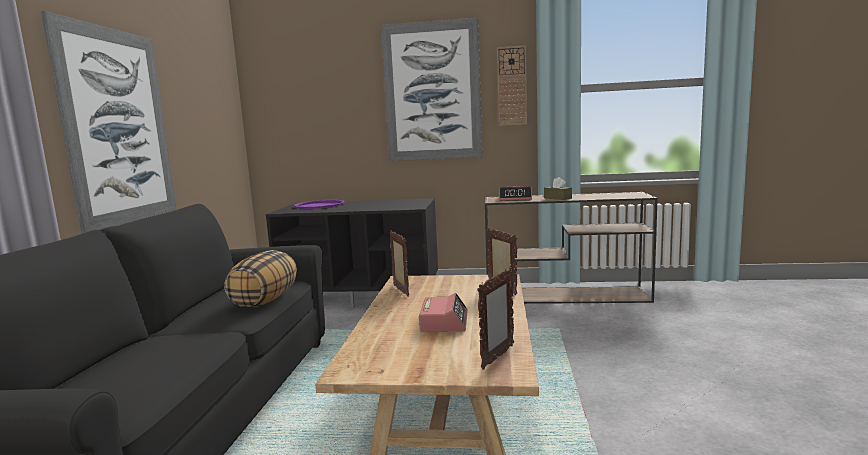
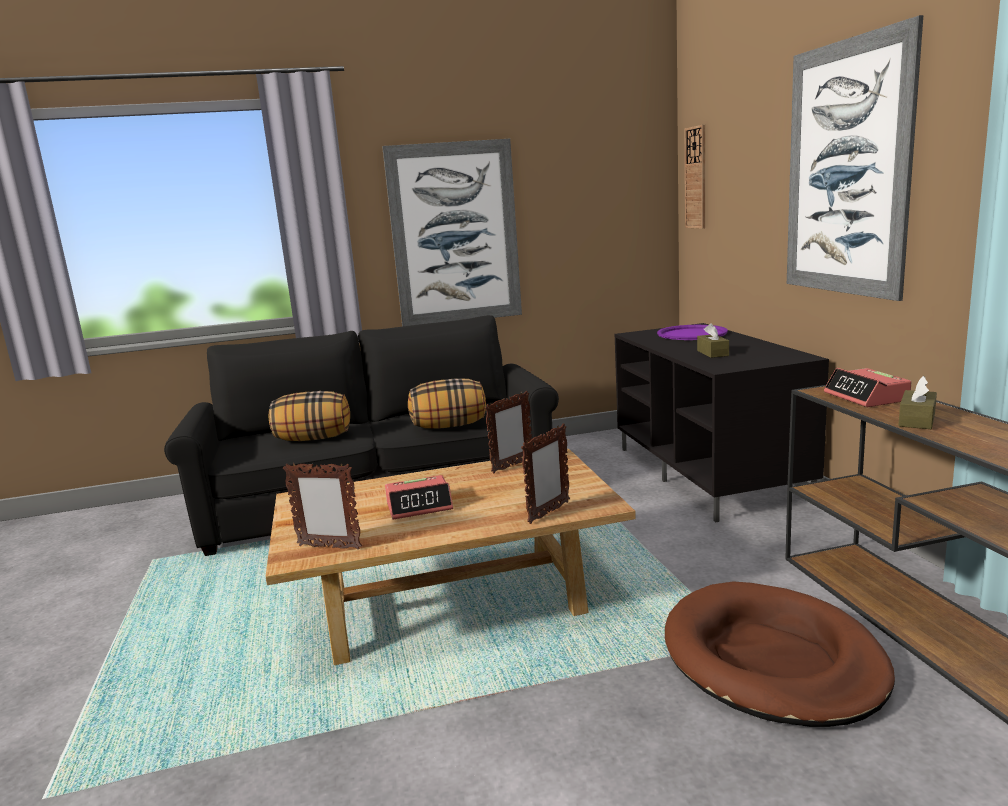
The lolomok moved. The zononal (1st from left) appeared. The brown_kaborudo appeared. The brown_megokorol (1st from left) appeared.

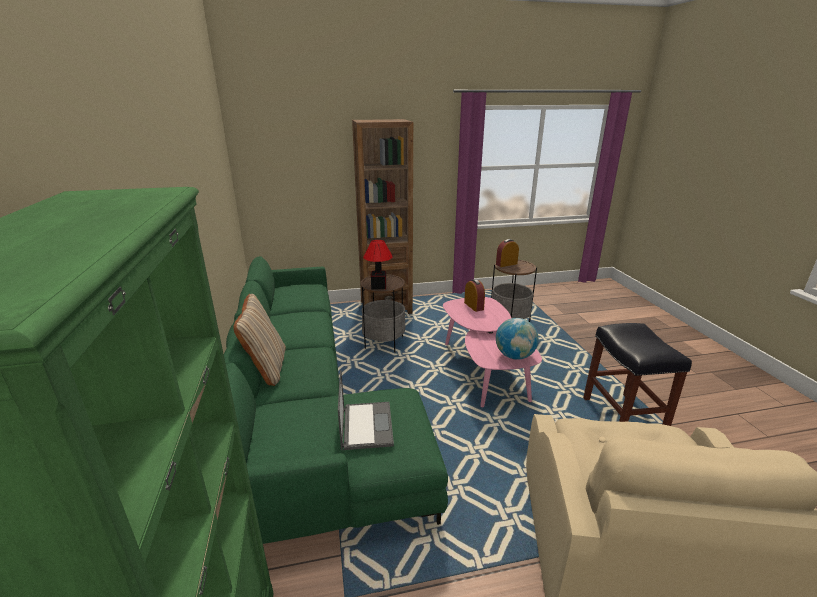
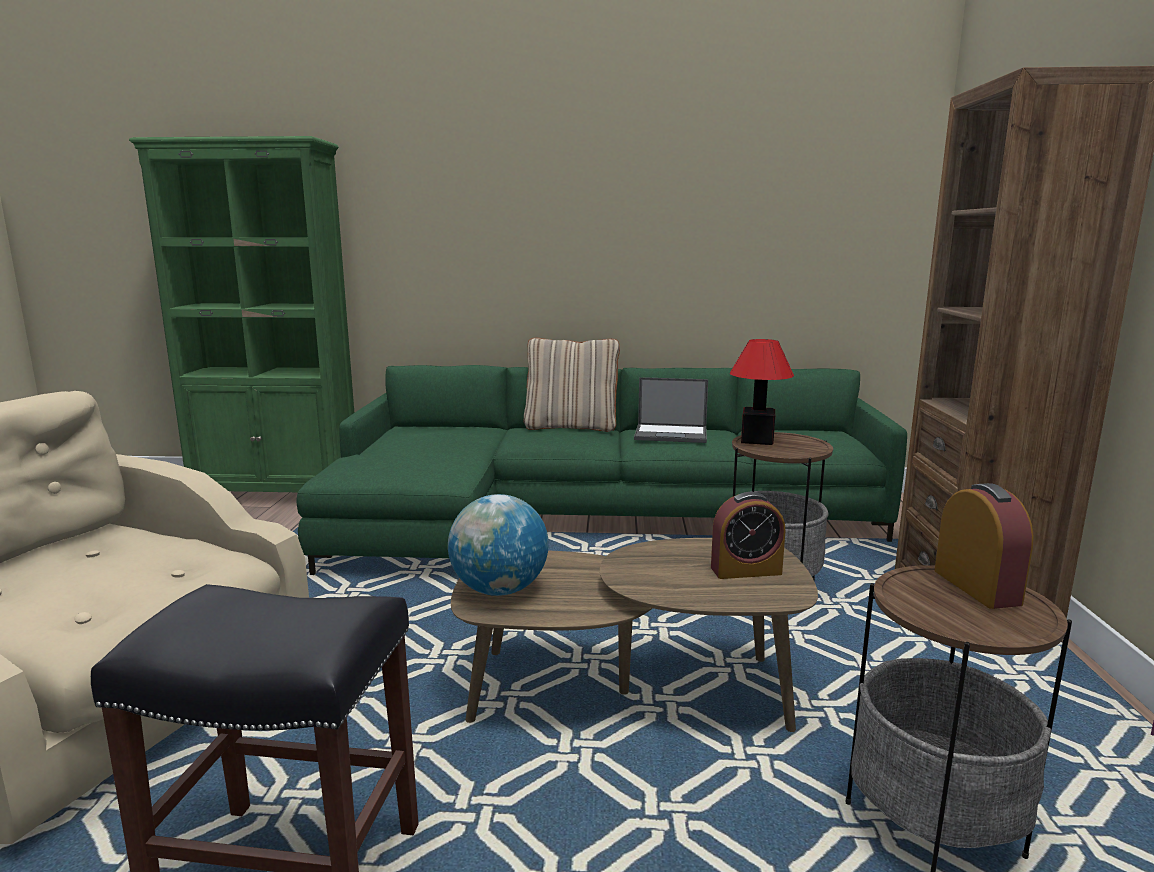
The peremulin moved. The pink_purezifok became the brown_purezifok.

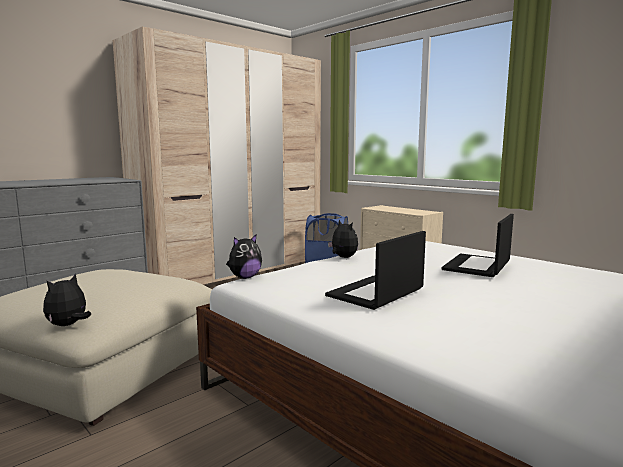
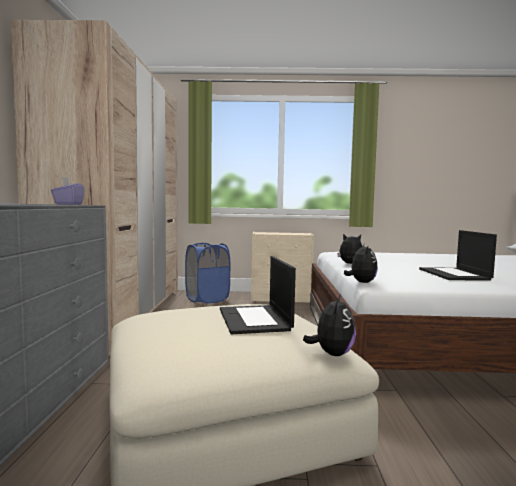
The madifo (1st from left) turned 150 degrees counterclockwise. The peremulin (2nd from left in the first image) moved. The purple_megokorol appeared.

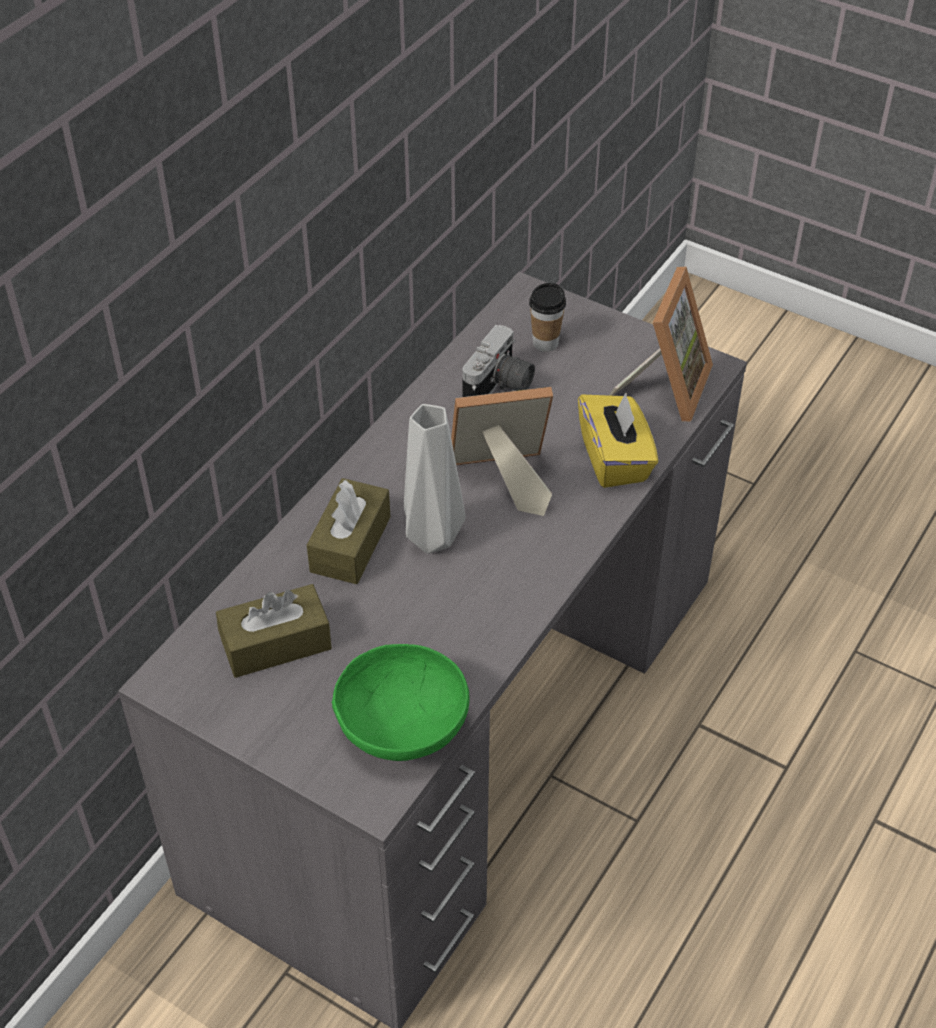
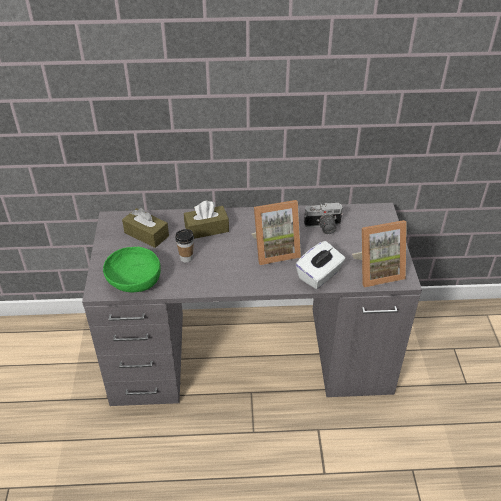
The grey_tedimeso disappeared. The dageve (1st from left) turned 120 degrees clockwise. The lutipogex moved. The yellow_megokorol became the white_megokorol.

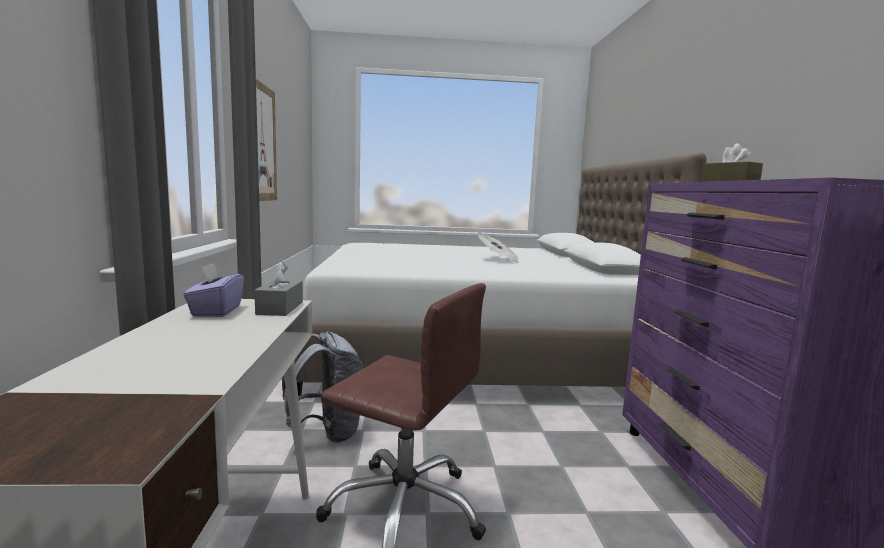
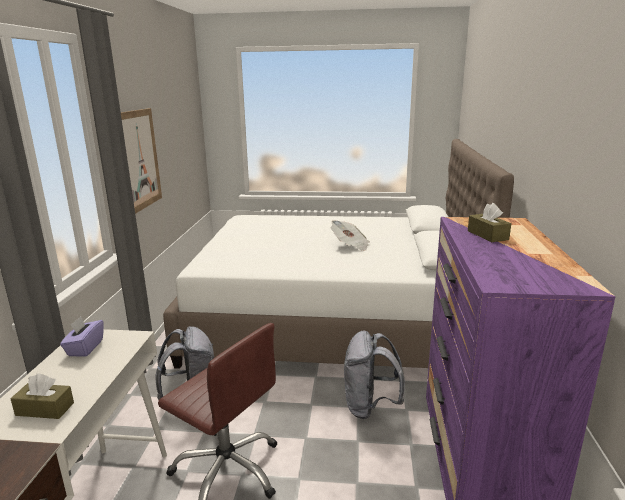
The grey_megokorol disappeared. The brown_megokorol (1st from left) appeared. The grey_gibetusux (2nd from left) appeared.

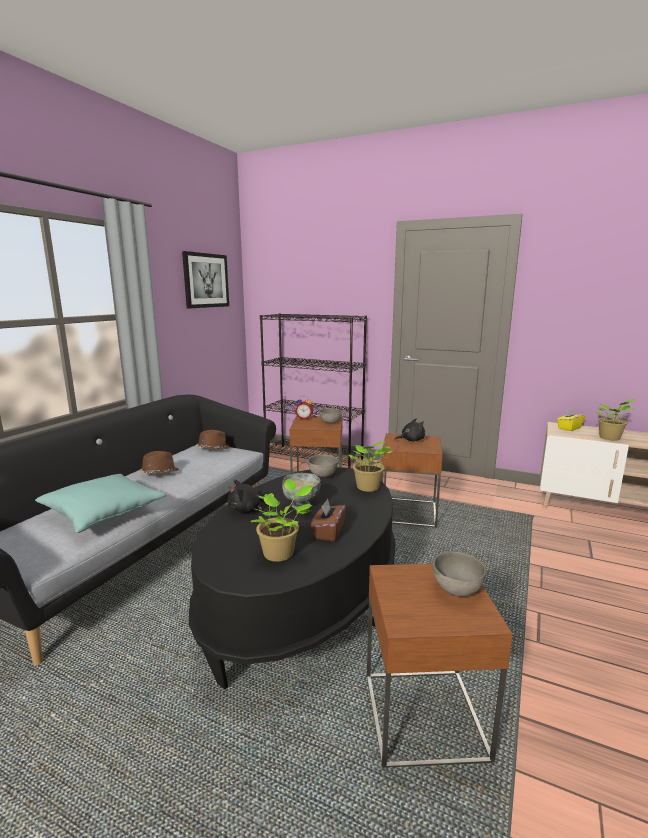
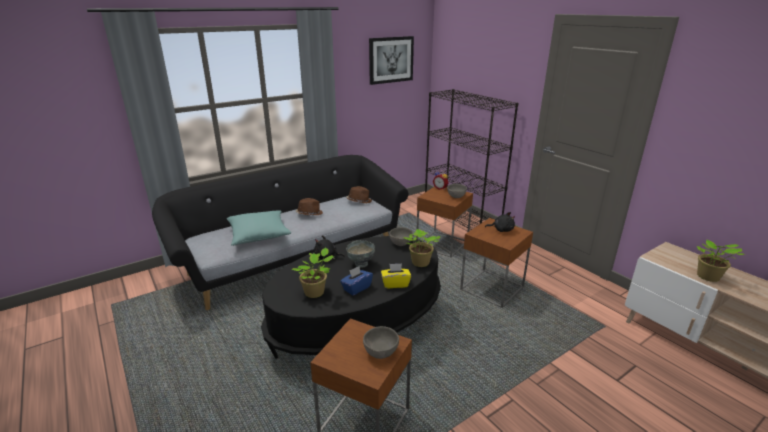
The brown_megokorol became the blue_megokorol. The yellow_megokorol moved.

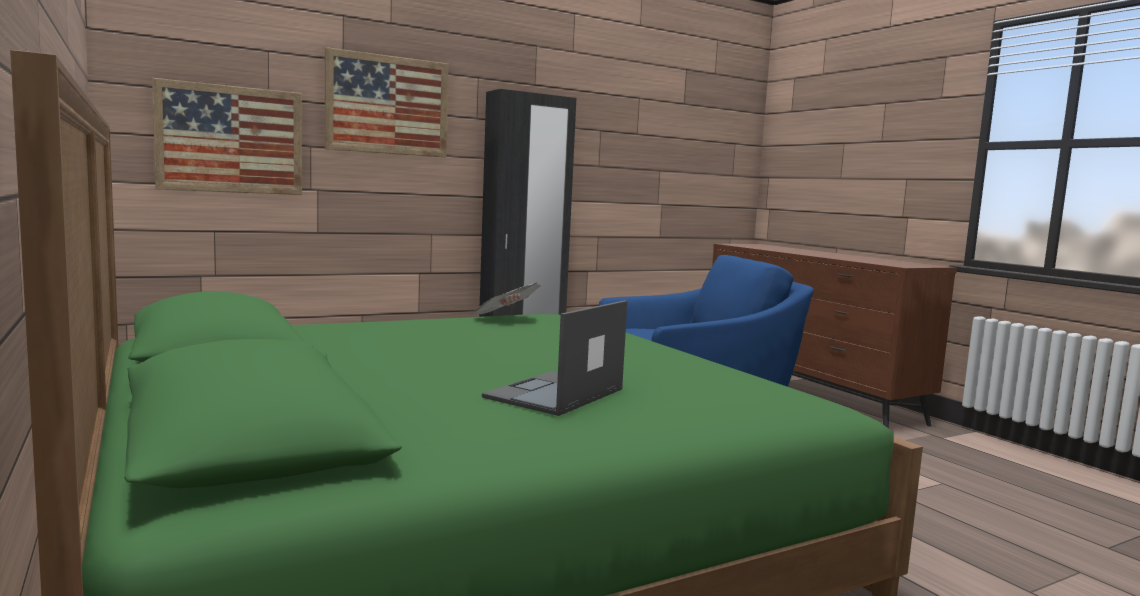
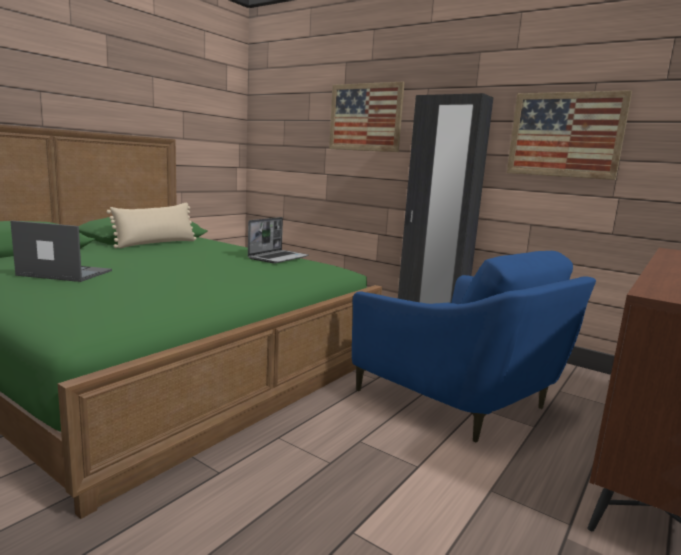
The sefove (1st from left in the first image) moved. The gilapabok was replaced by the peremulin (2nd from left). The beige_zononal appeared.

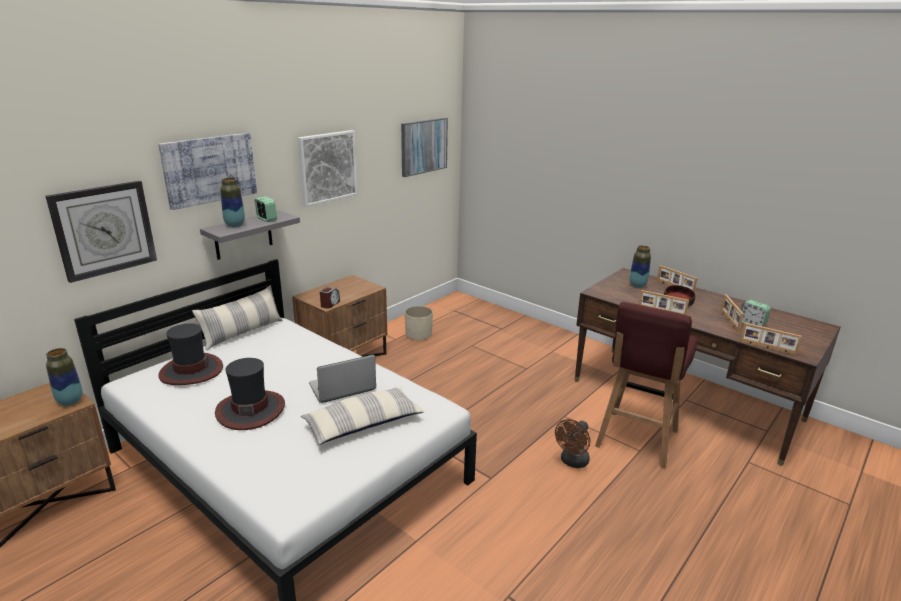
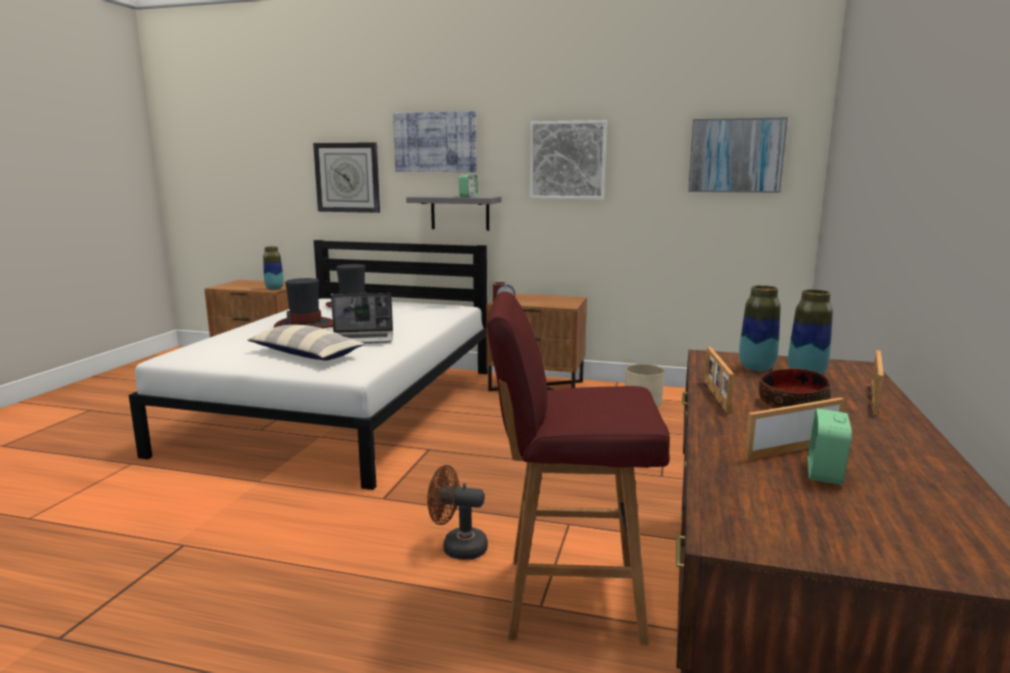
The zononal (1st from left) disappeared. The tedimeso (2nd from left) moved. The peremulin turned 135 degrees clockwise. The dageve (4th from left) disappeared.

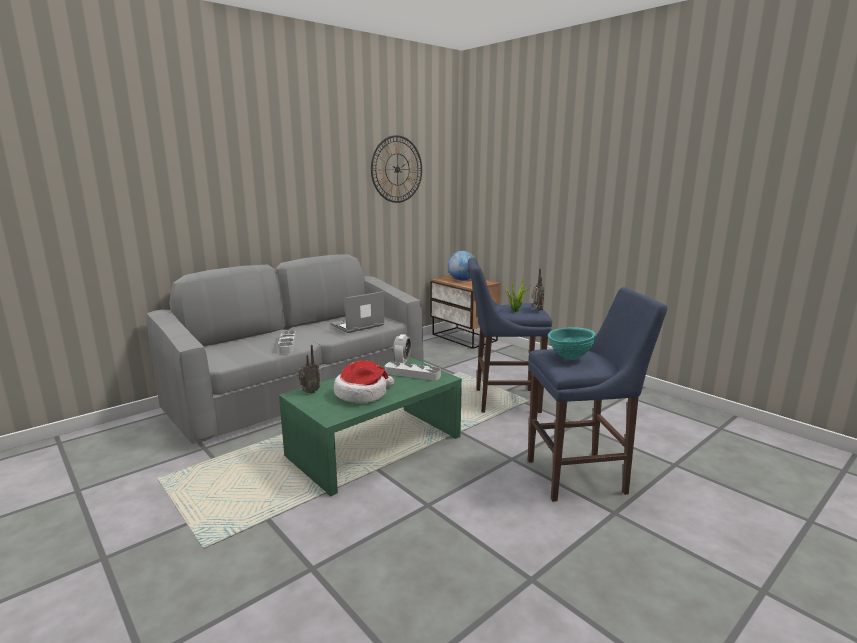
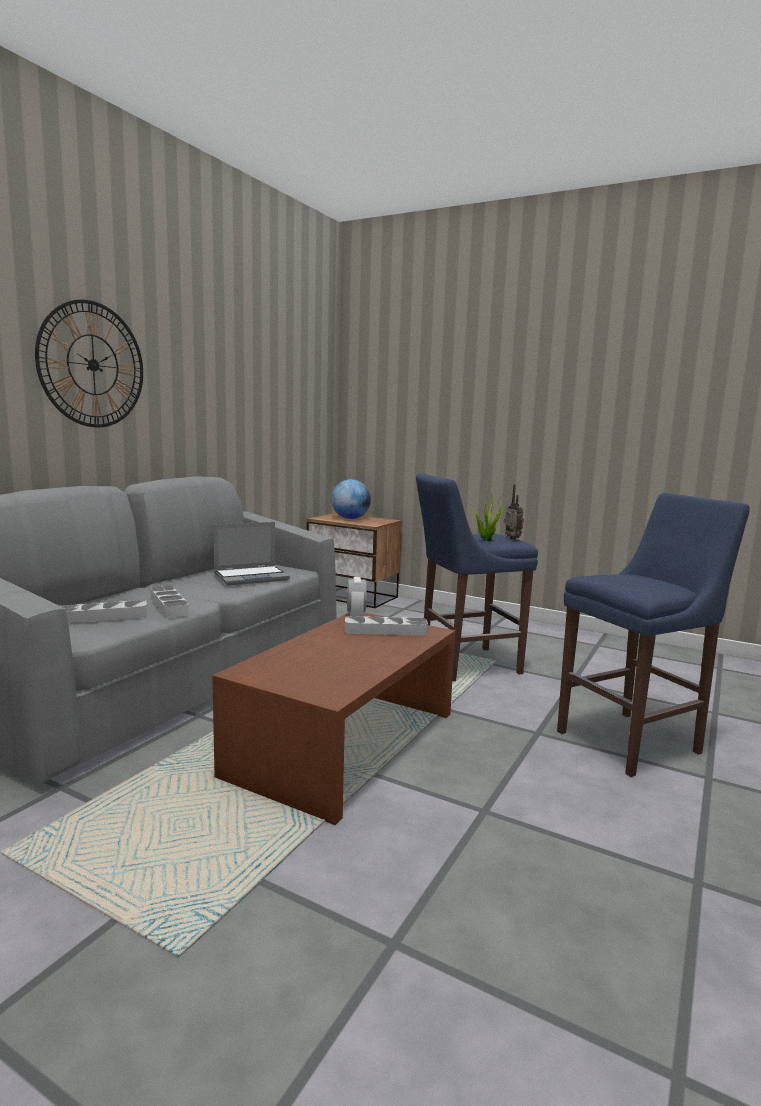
The green_purezifok became the brown_purezifok. The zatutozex (1st from left) disappeared. The peremulin turned 150 degrees counterclockwise. The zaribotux disappeared. The lolomok moved. The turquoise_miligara disappeared. The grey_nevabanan (1st from left) appeared.

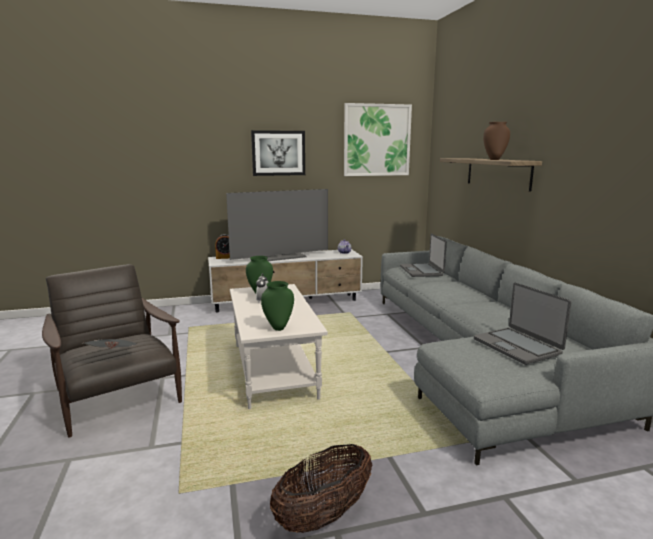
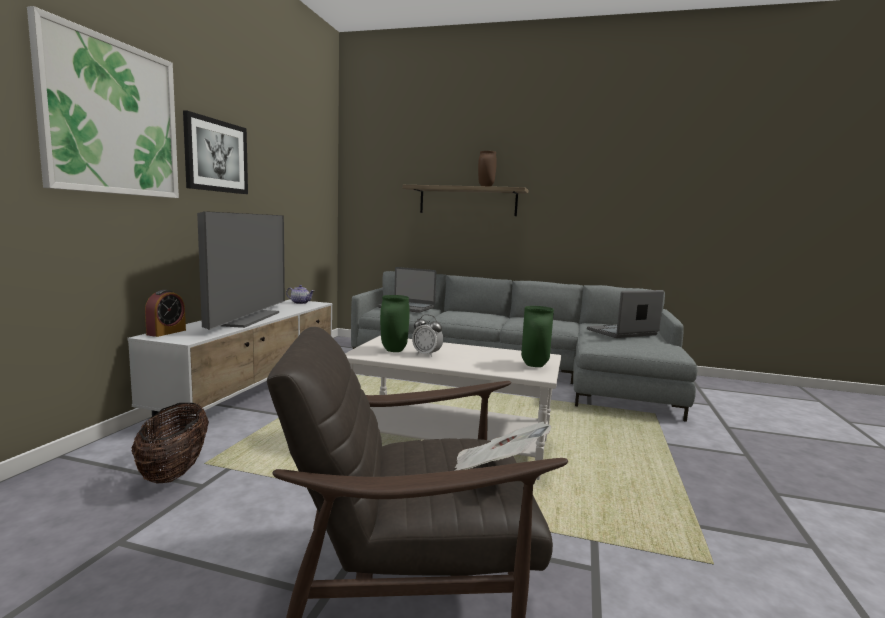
The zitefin moved. The sefove (2nd from left in the first image) moved. The peremulin (2nd from left) turned 150 degrees clockwise.

